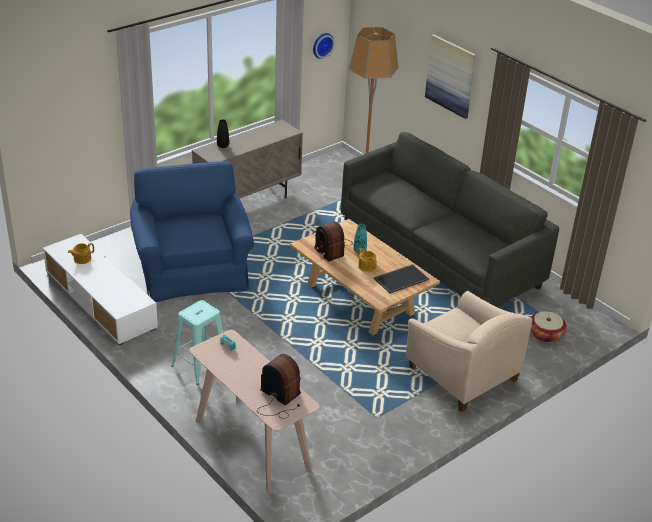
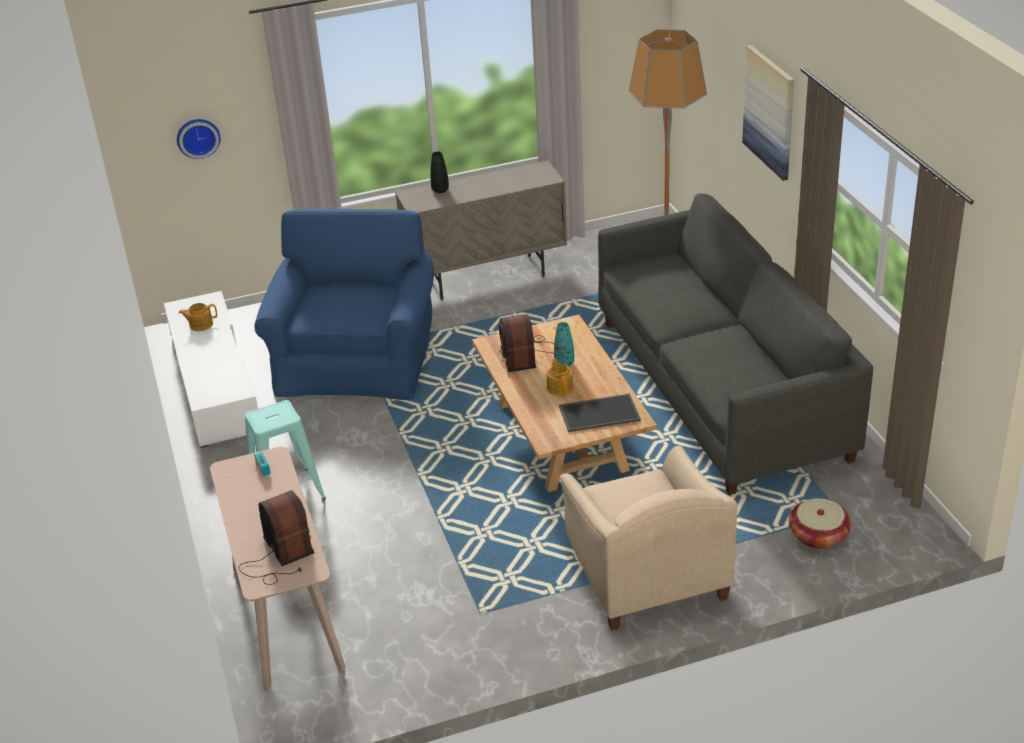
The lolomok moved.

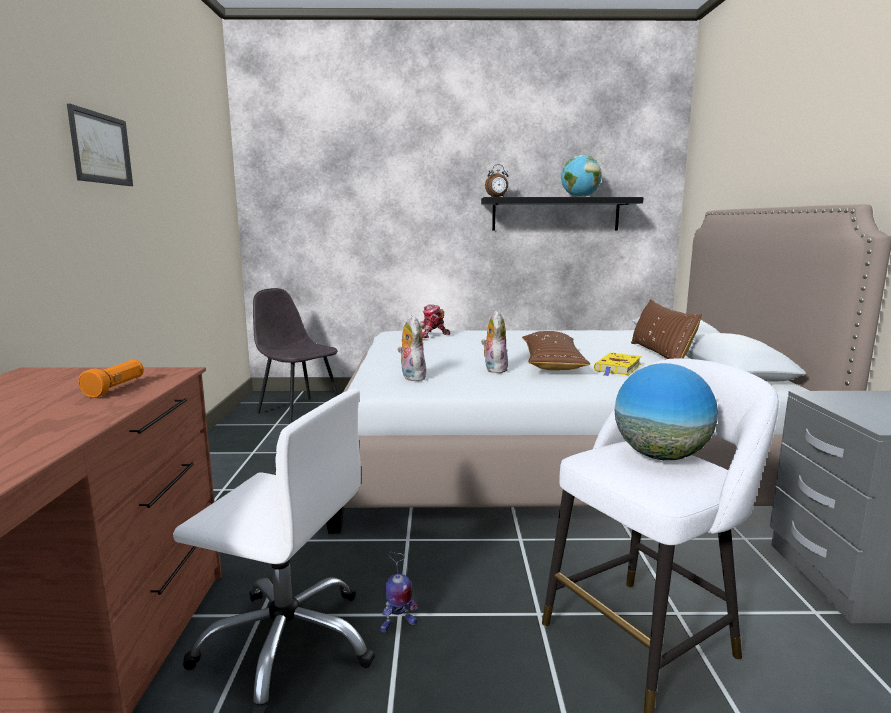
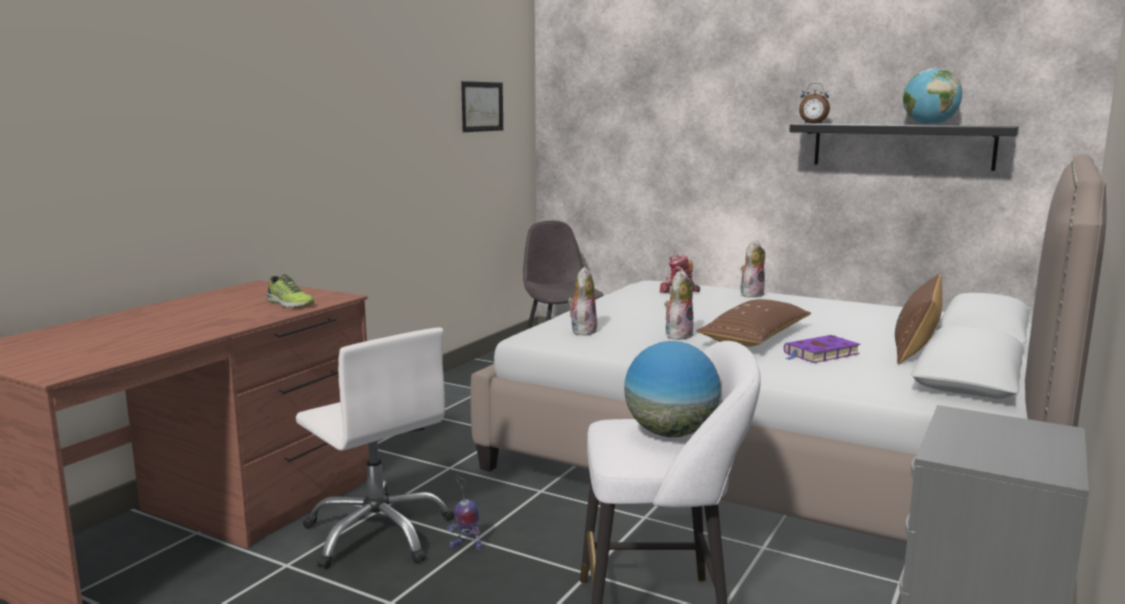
The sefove moved. The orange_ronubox was replaced by the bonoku. The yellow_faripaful became the purple_faripaful. The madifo (3rd from left) appeared.

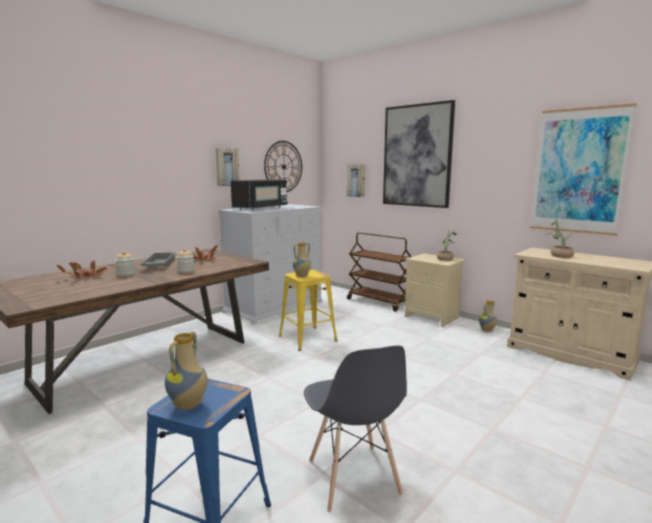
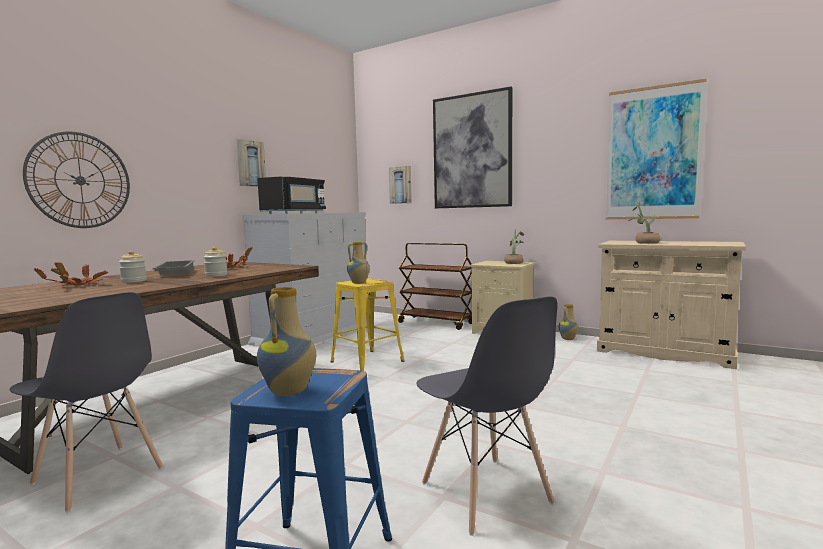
The lolomok moved. The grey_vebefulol (1st from left) appeared.

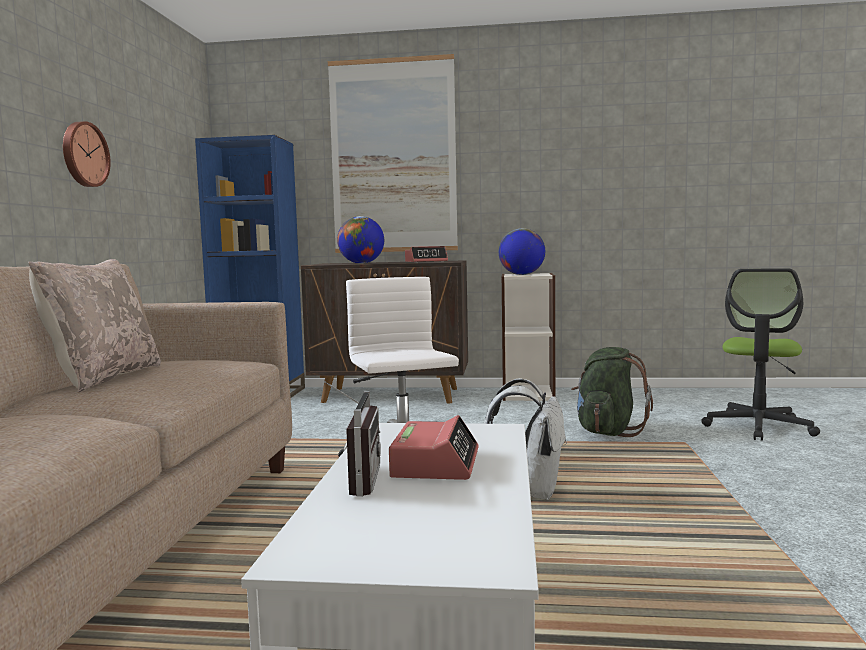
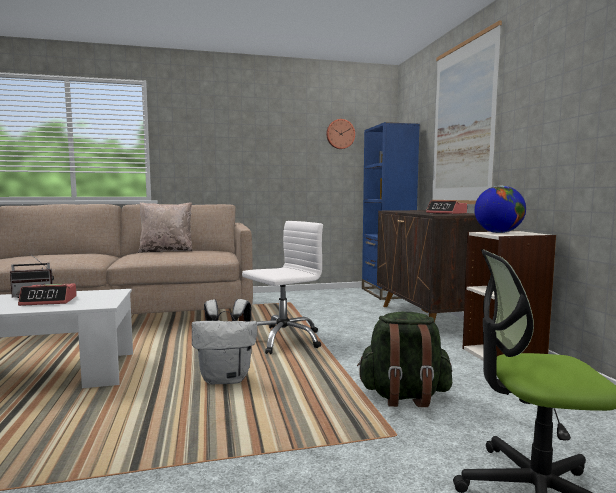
The lolomok moved. The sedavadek (1st from left) disappeared.

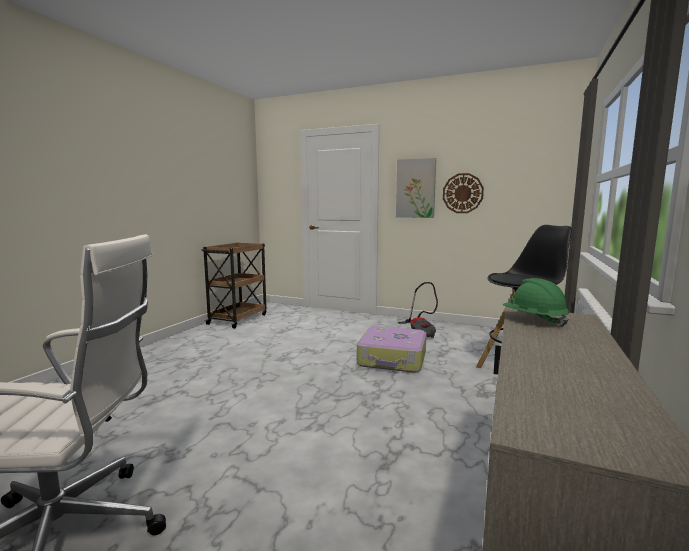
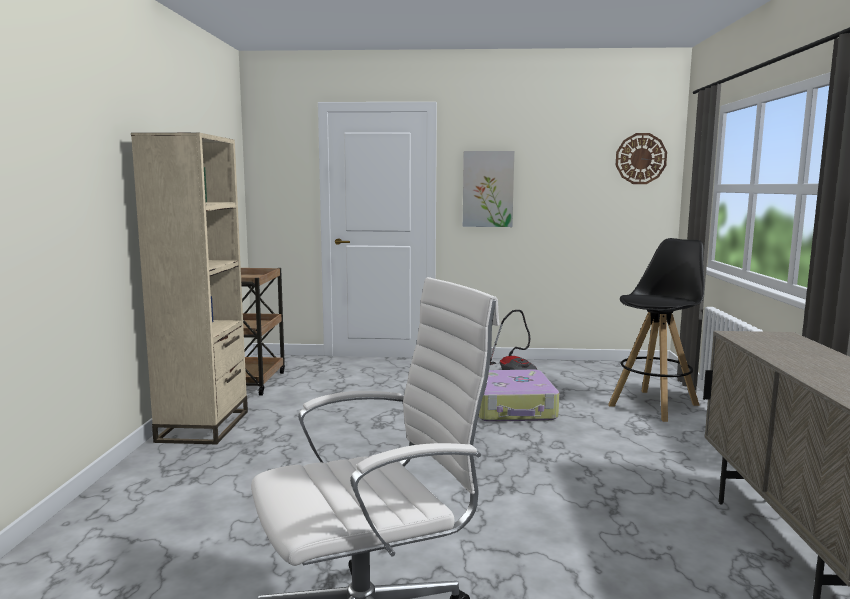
The lolomok moved. The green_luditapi disappeared. The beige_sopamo appeared.

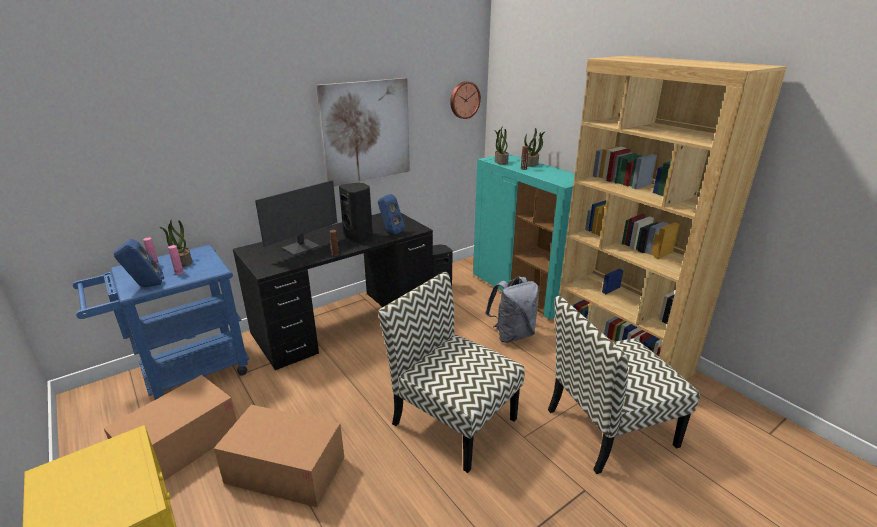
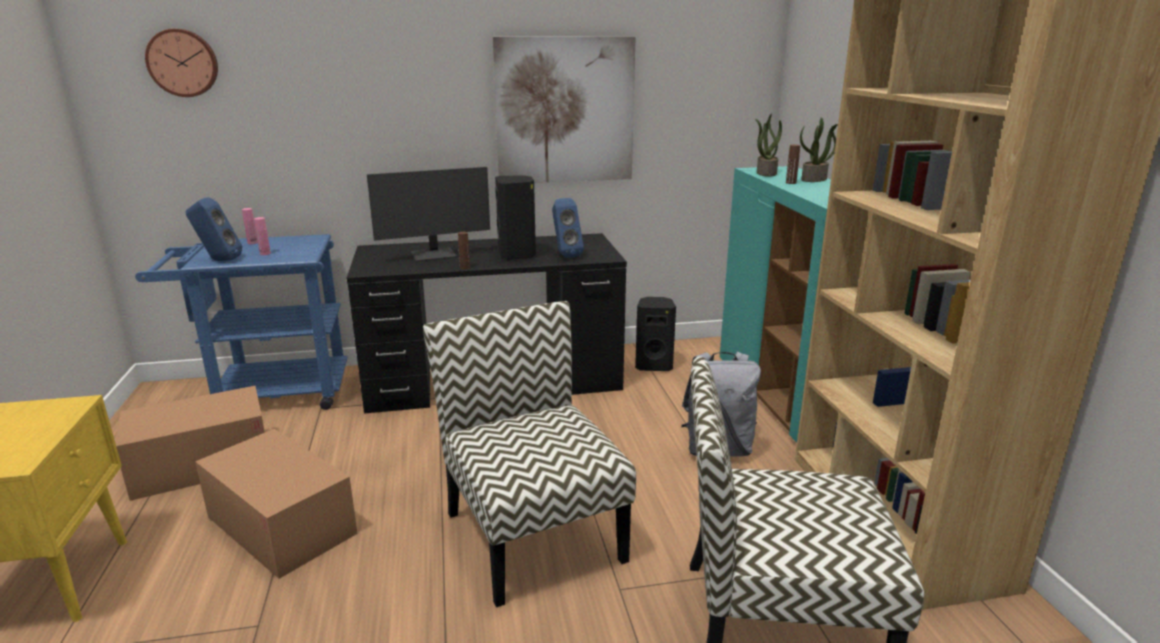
The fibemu (1st from left) disappeared. The lolomok moved.

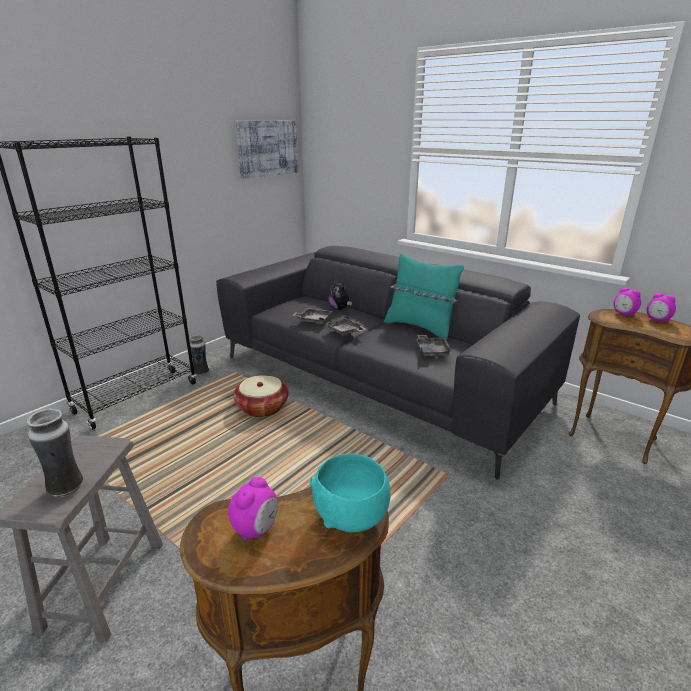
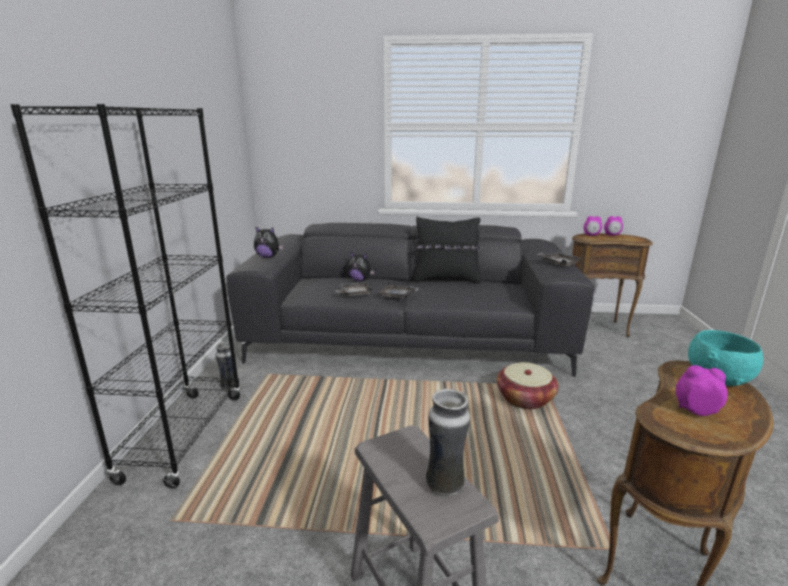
The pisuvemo (1st from left in the first image) turned 60 degrees counterclockwise. The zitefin moved. The sefove disappeared. The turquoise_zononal became the black_zononal. The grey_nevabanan (3rd from left) moved. The madifo (1st from left) appeared.

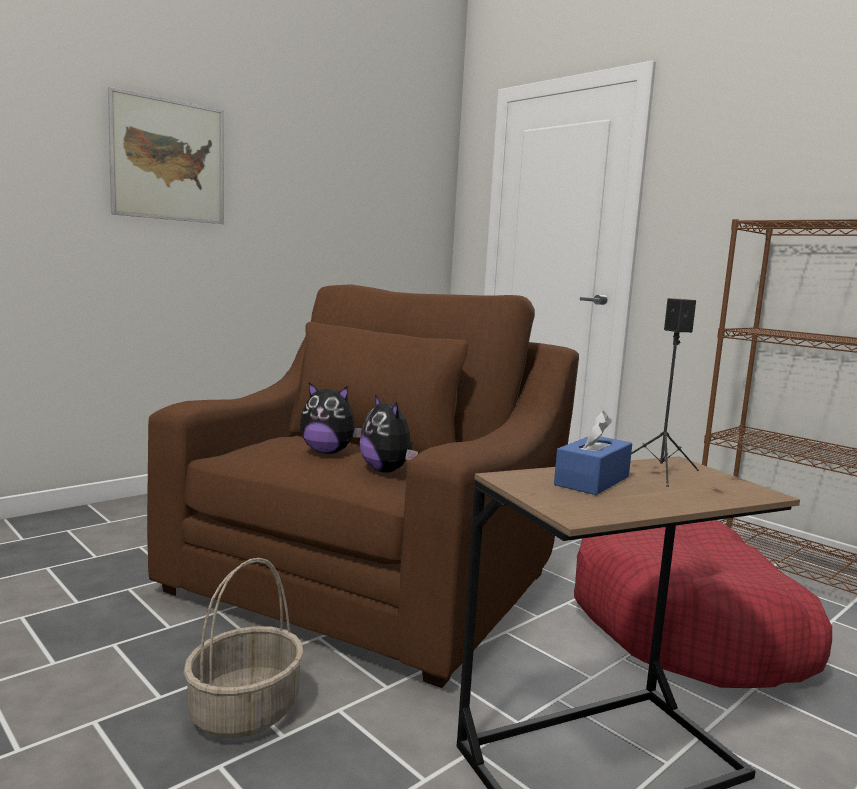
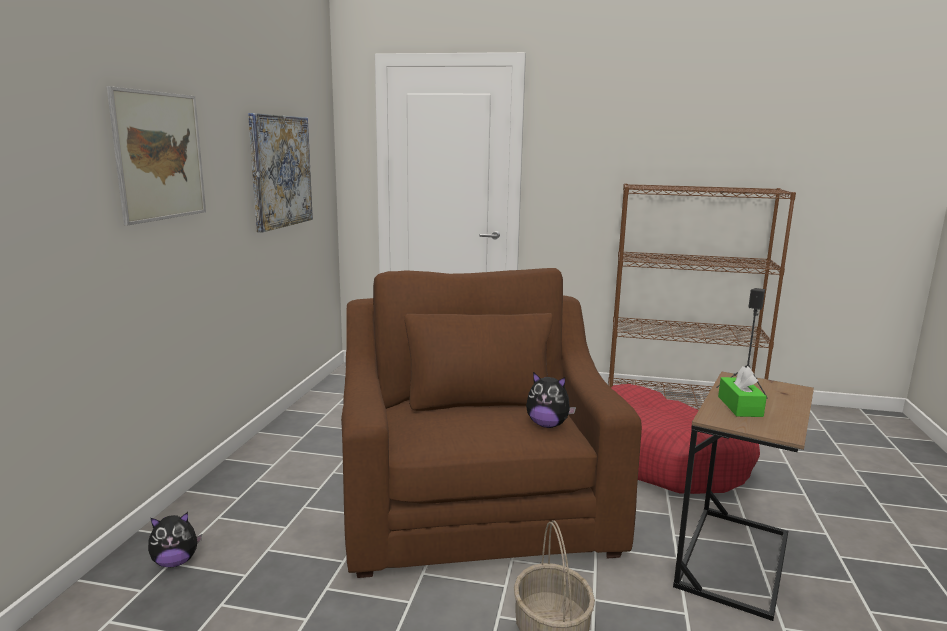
The madifo (1st from left) moved. The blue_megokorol became the green_megokorol. The sefove (2nd from left) appeared.

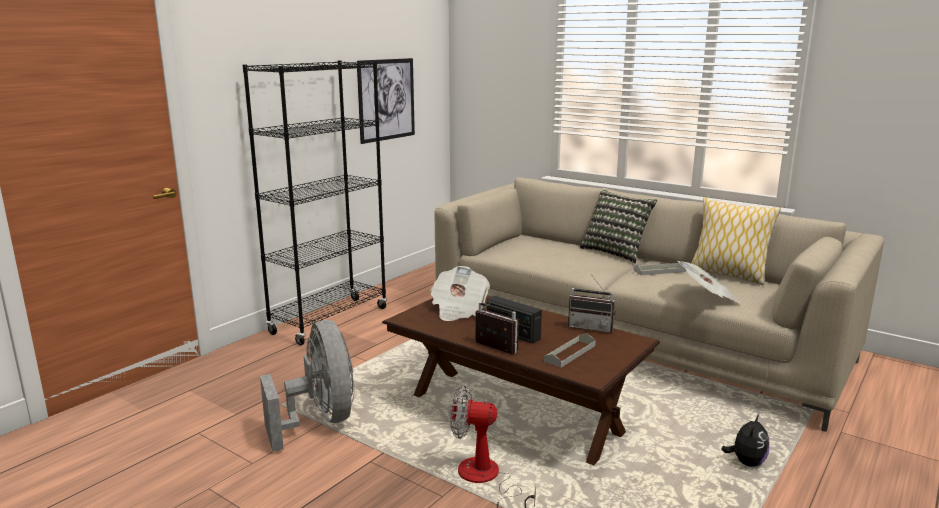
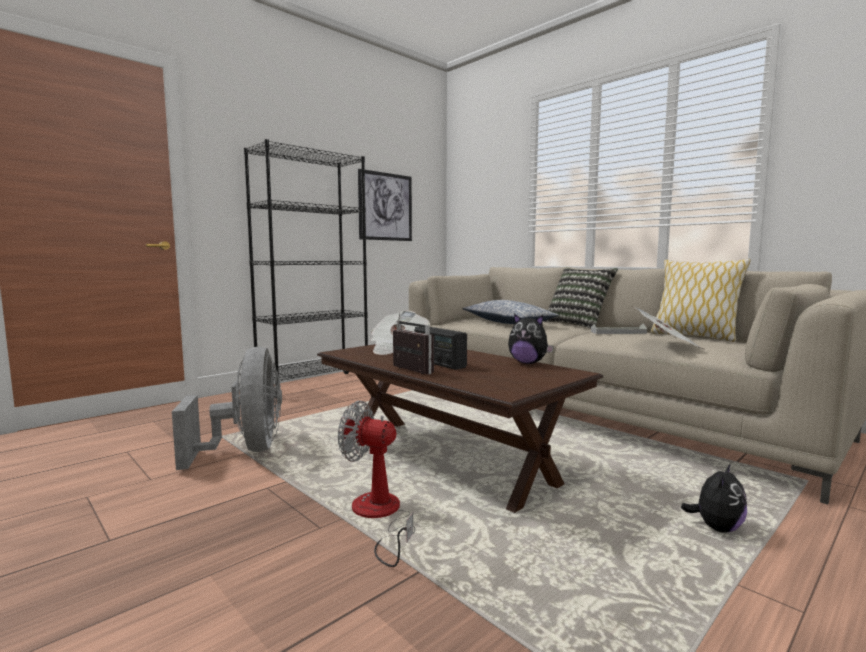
The grey_nevabanan (1st from left) disappeared. The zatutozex (3rd from left) was replaced by the madifo (1st from left). The zononal (1st from left) appeared.

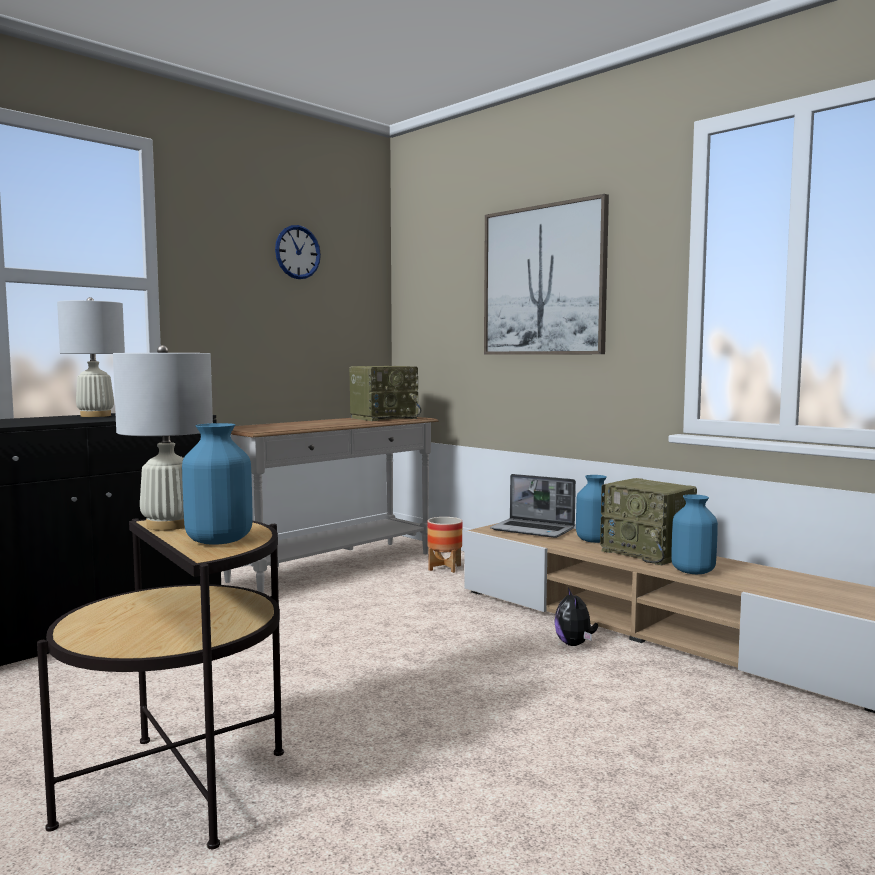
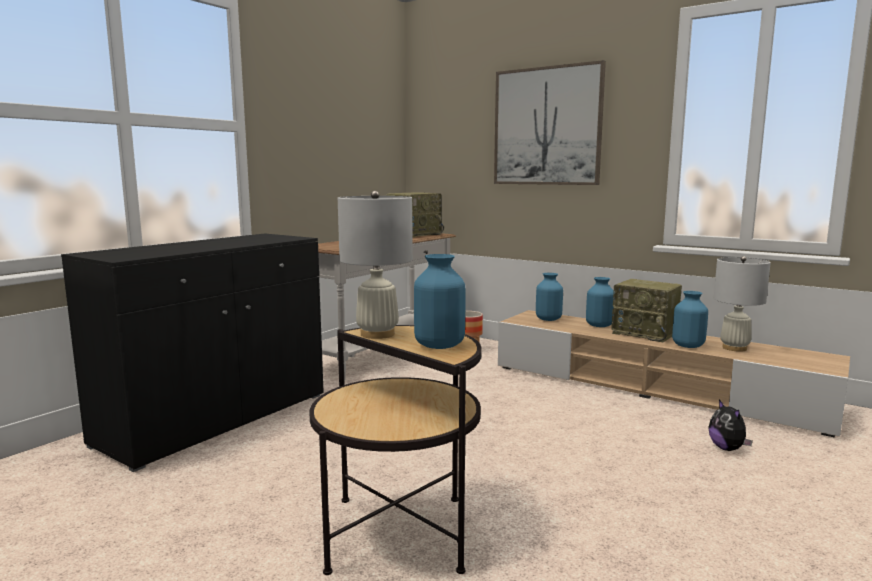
The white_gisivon (1st from left in the first image) moved. The lolomok disappeared. The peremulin was replaced by the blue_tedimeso (2nd from left). The madifo moved.

